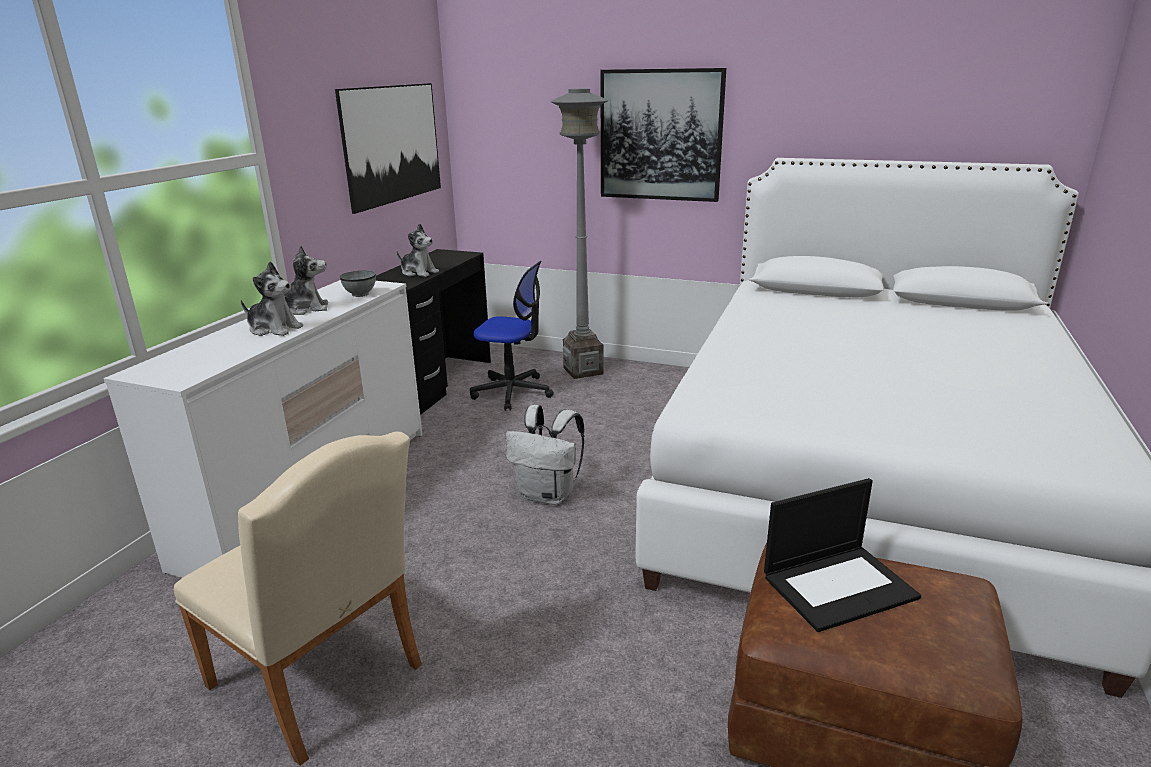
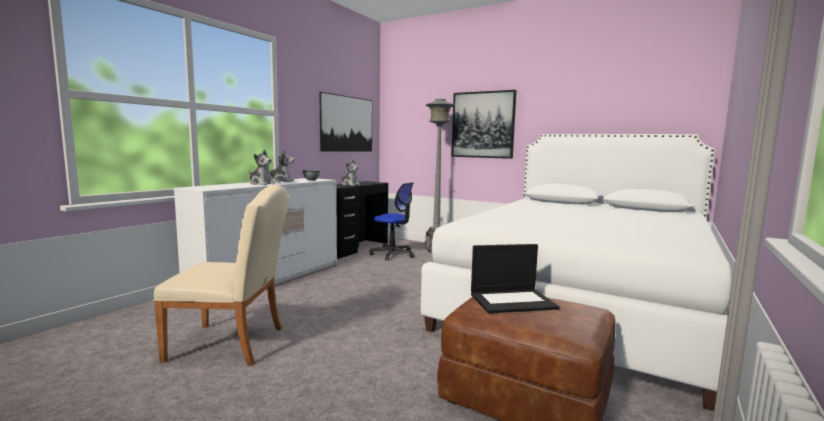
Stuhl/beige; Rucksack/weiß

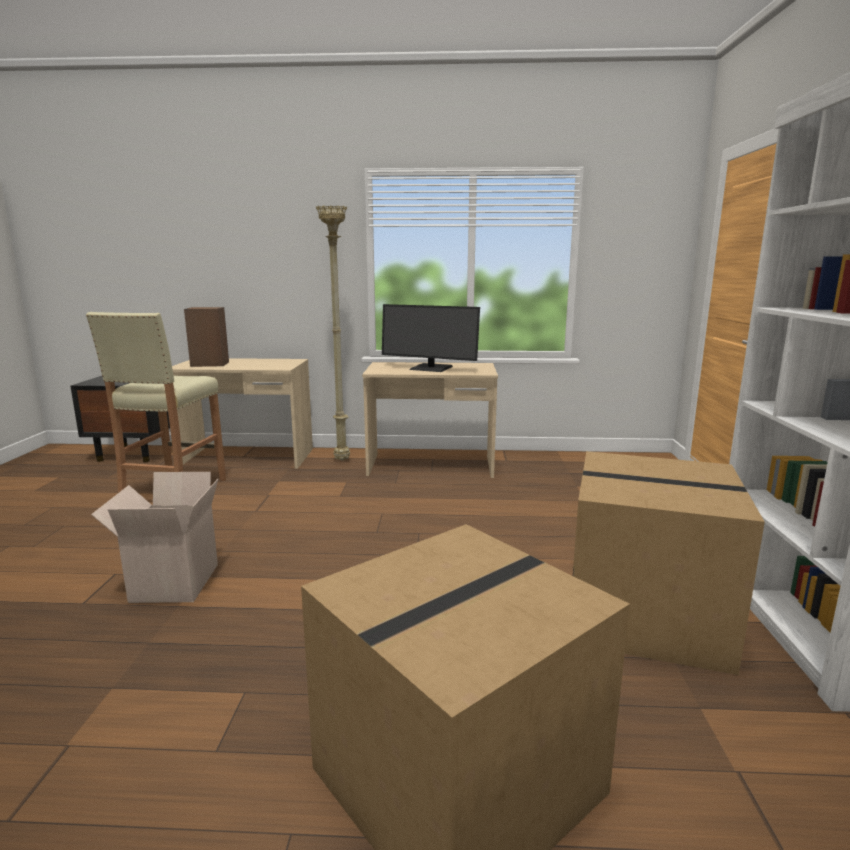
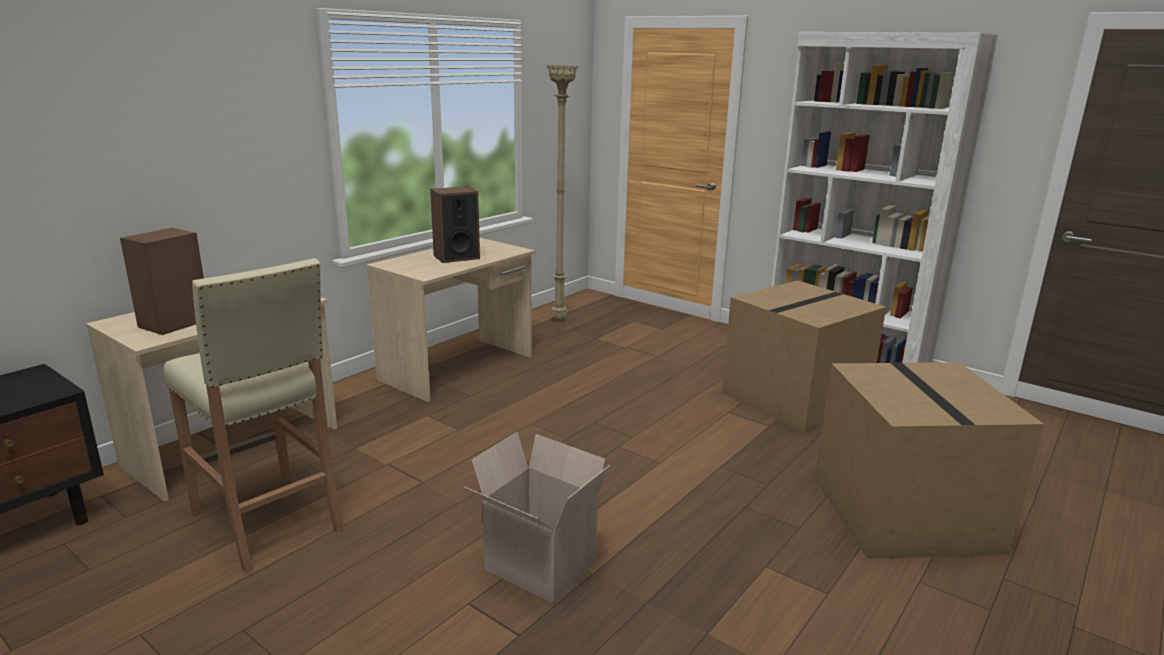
Lautsprecher (no. 2 from left); Stehlampe/beige

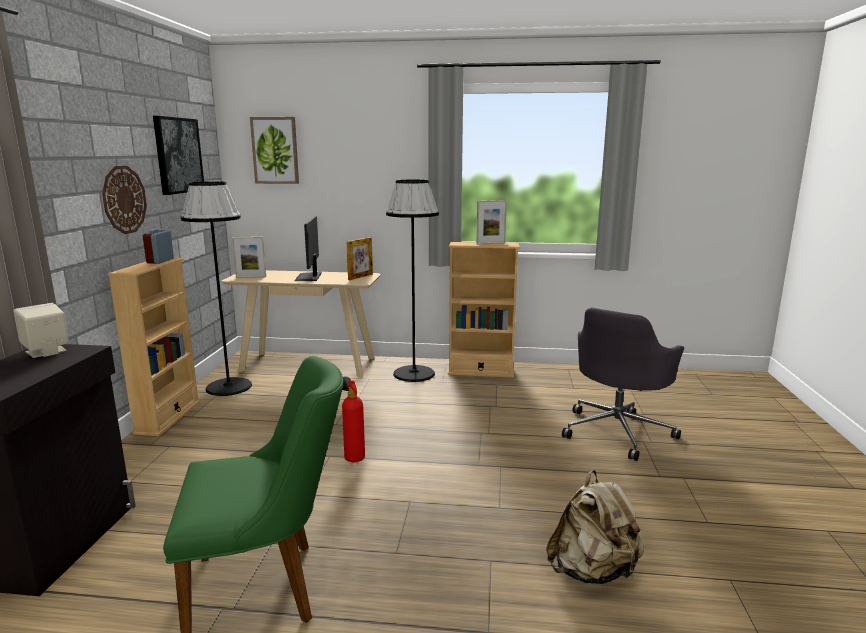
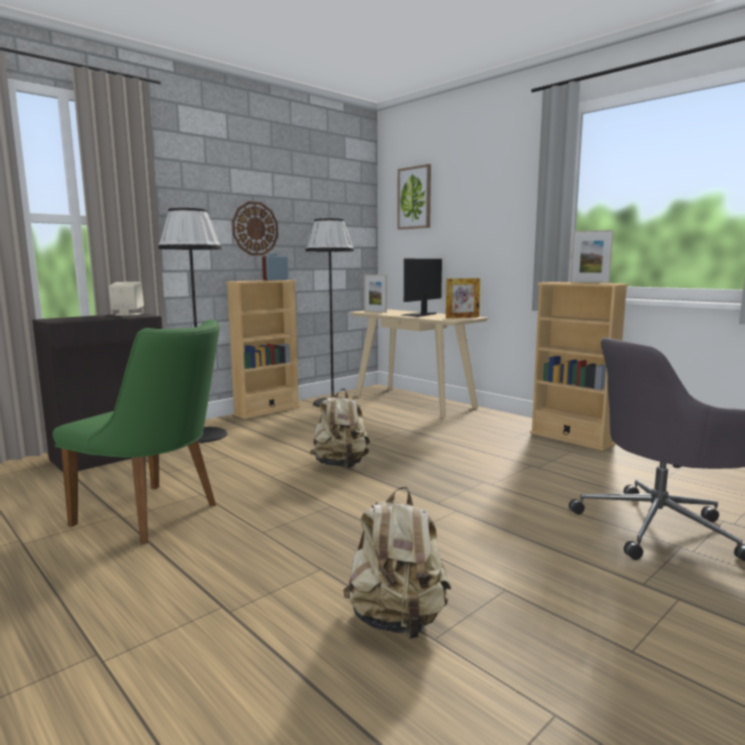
Stehlampe/schwarz (no. 1 from left); Rucksack/beige (no. 1 from left); Bild (no. 1 from left in the first image)

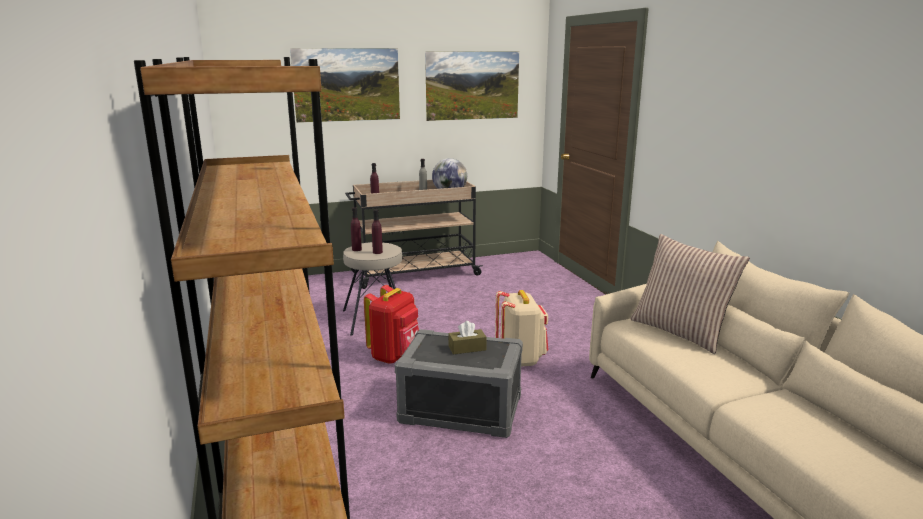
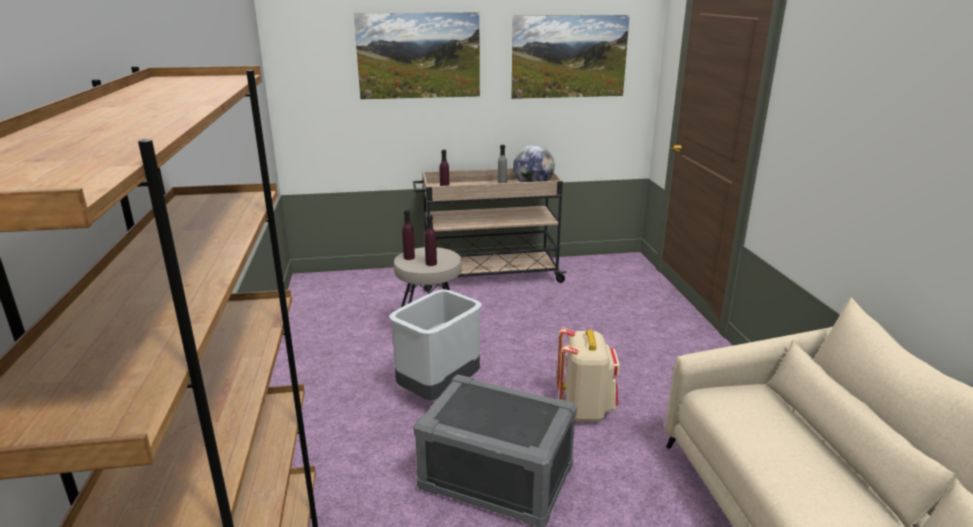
Mülleimer/grau; Taschentuchbox/braun; Kissen

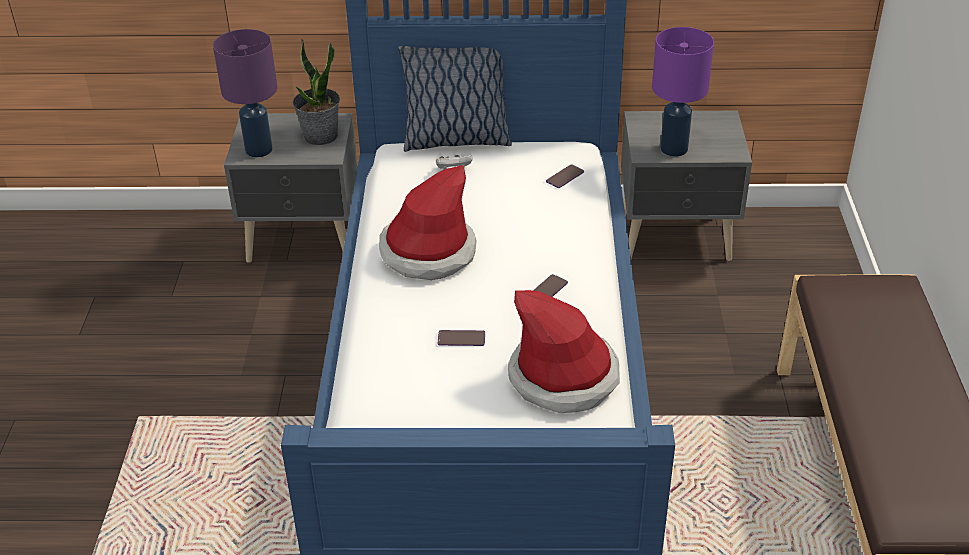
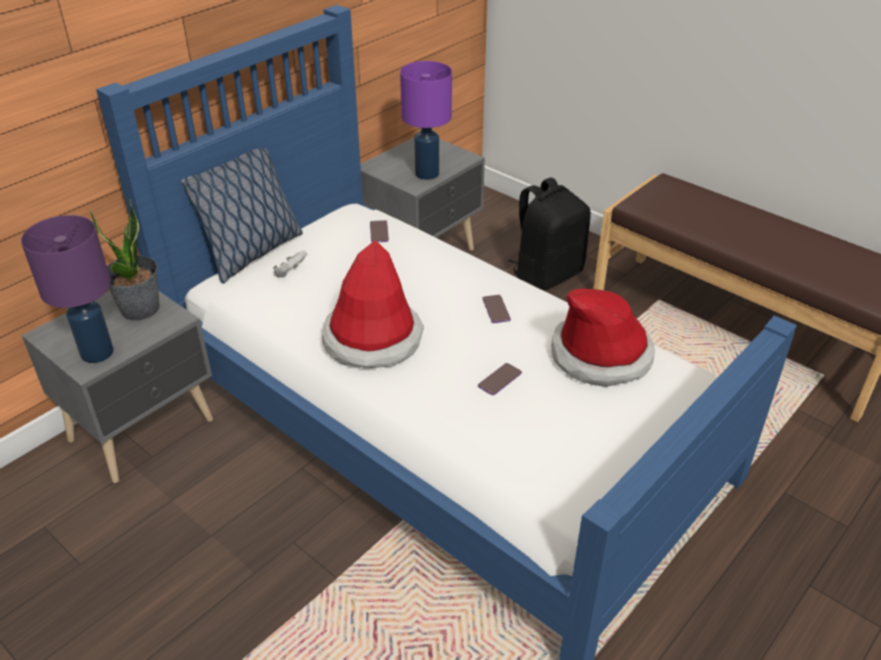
Rucksack/schwarz

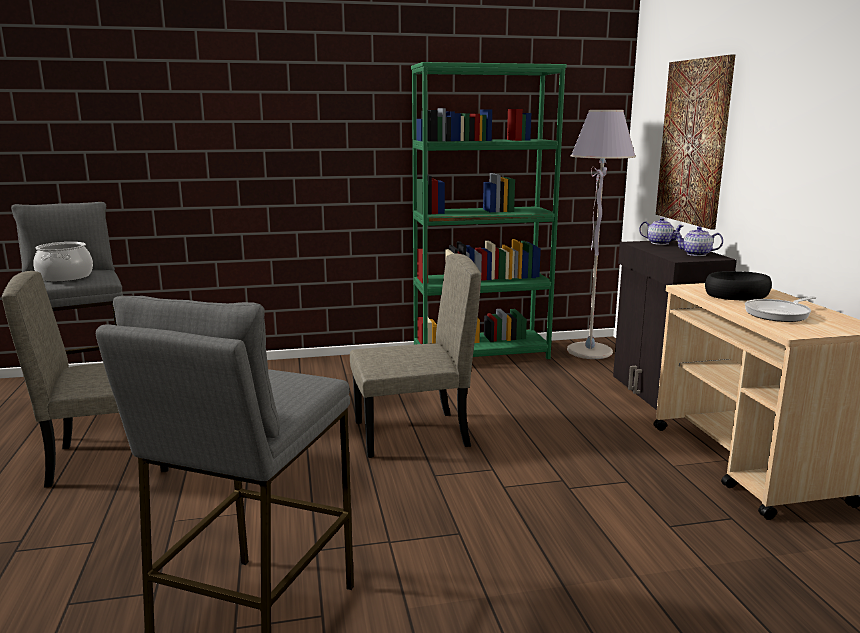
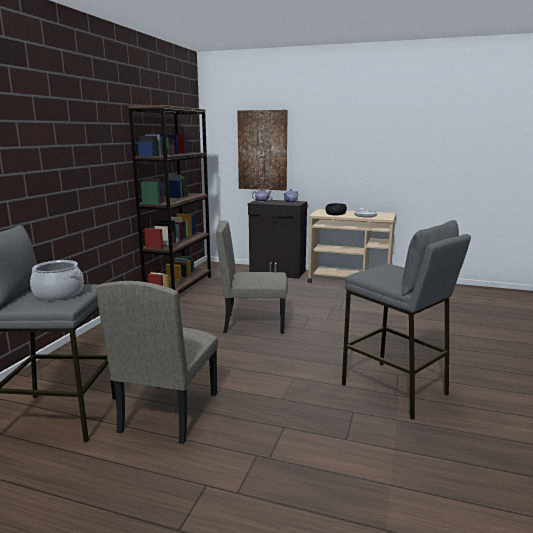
Bücherregal/braun; Stuhl/beige (no. 2 from left); Stehlampe/grau

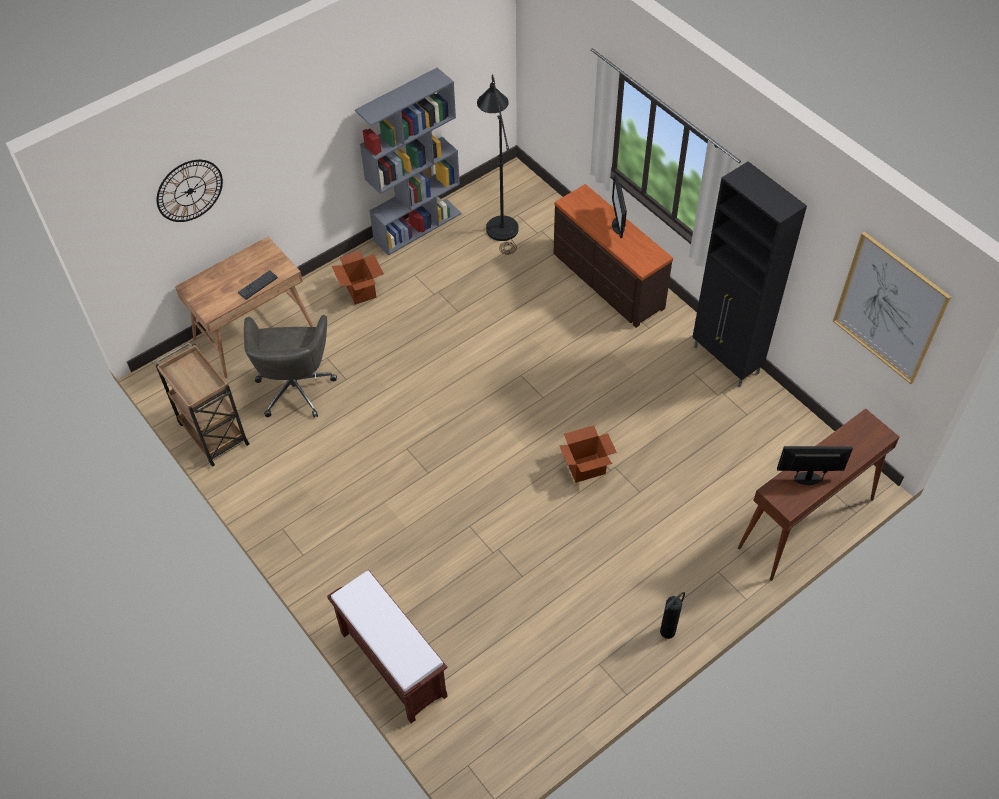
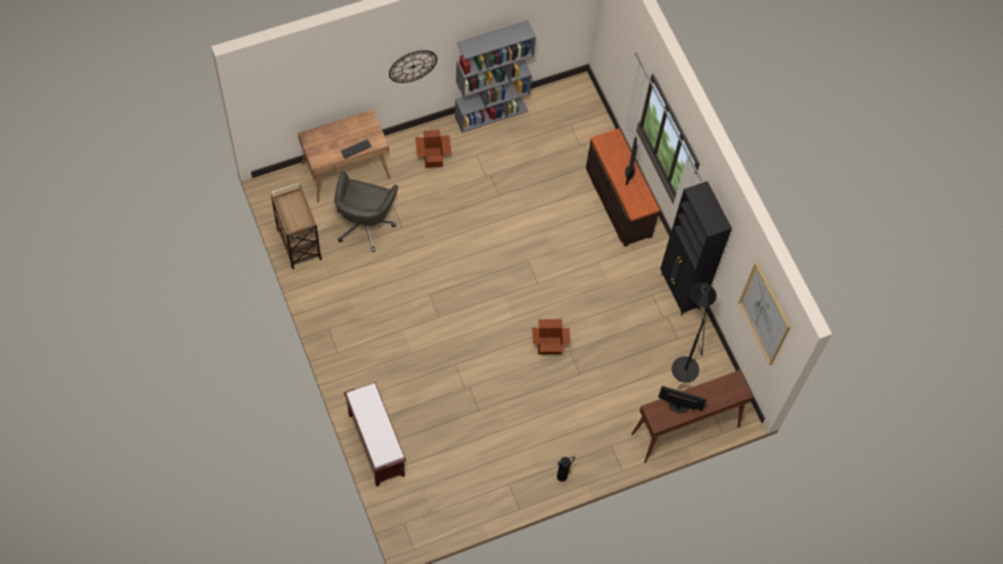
Wanduhr; Stehlampe/schwarz

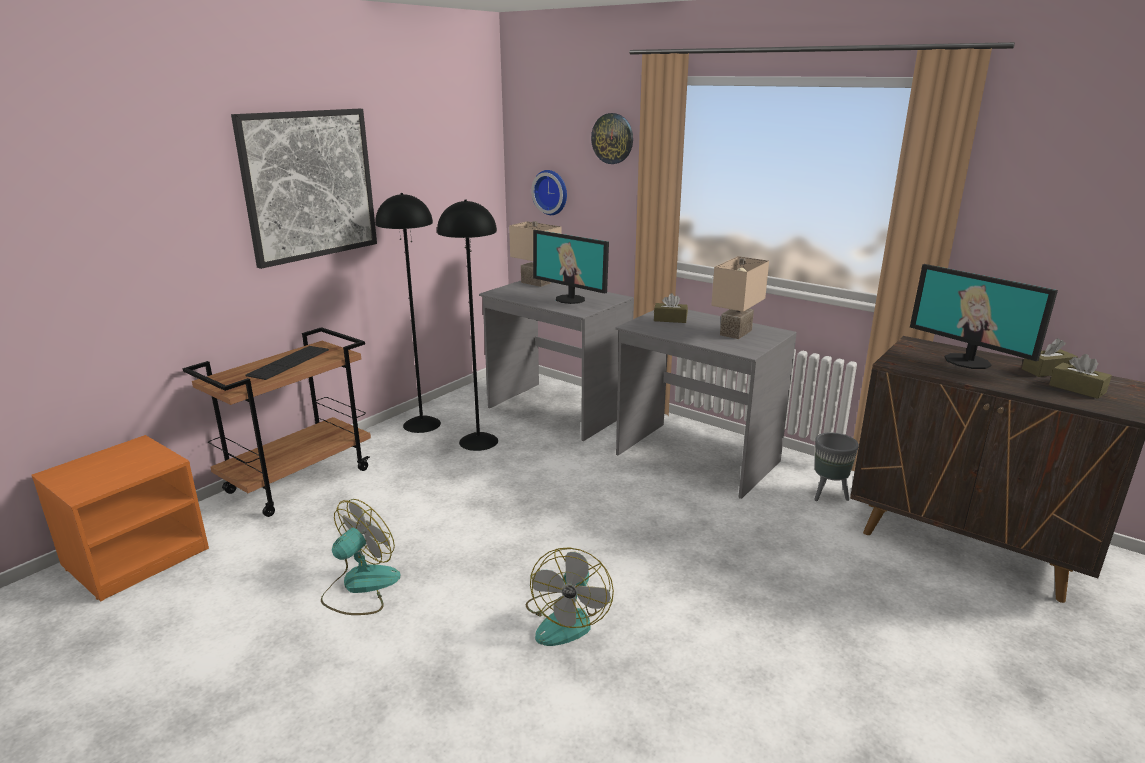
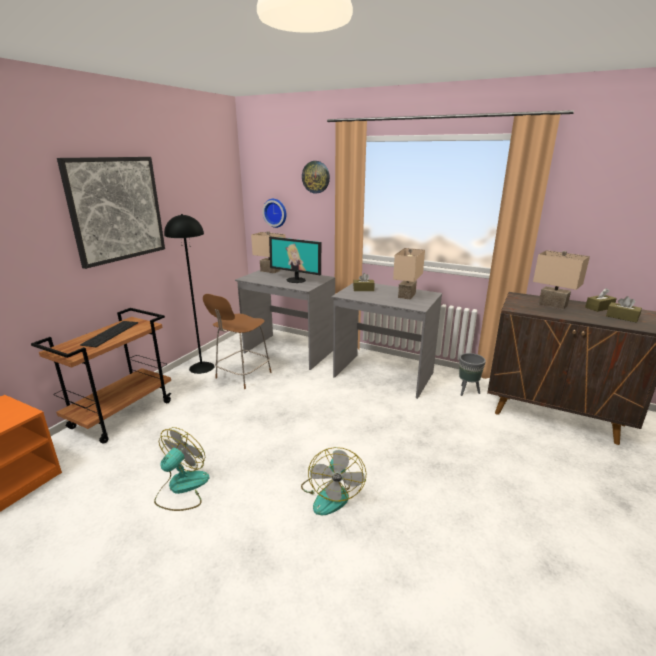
Stuhl/braun; Tischlampe/beige (no. 3 from left)

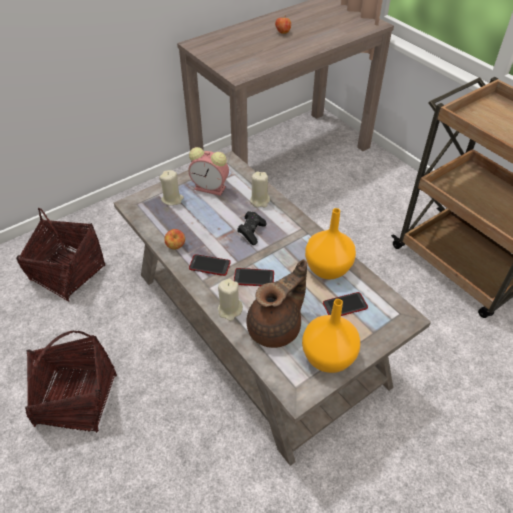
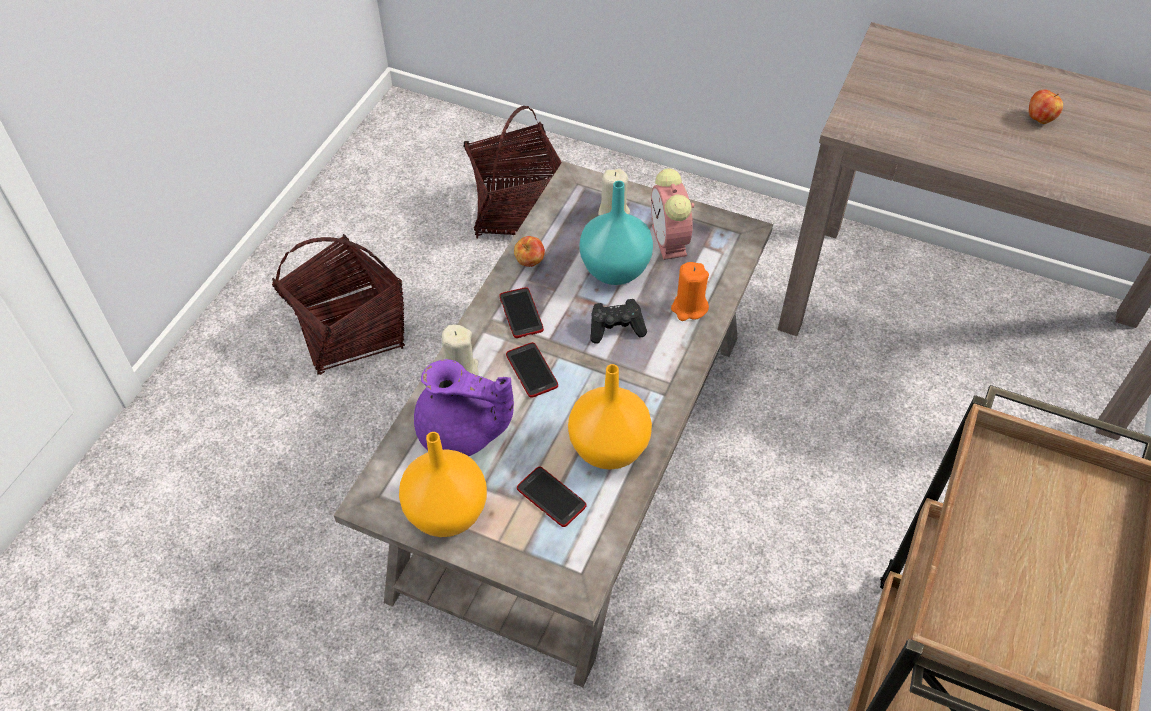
Teekanne/lila; Vase/türkis; Kerze/orange

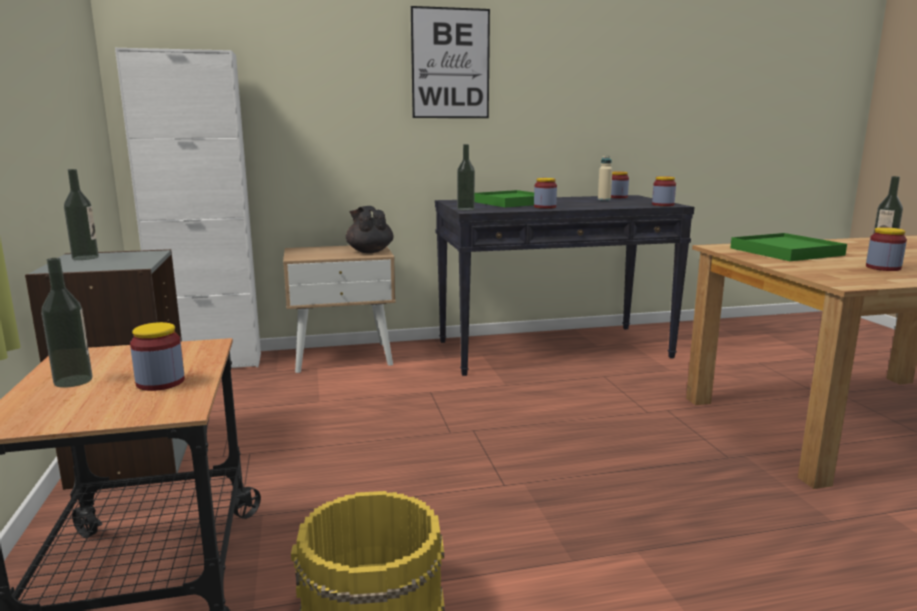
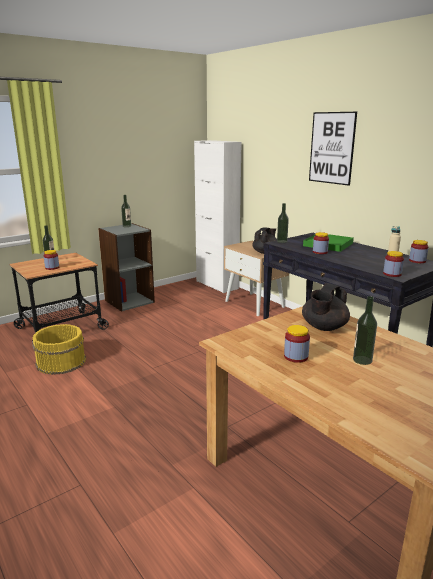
Teekanne/schwarz (no. 2 from left)

